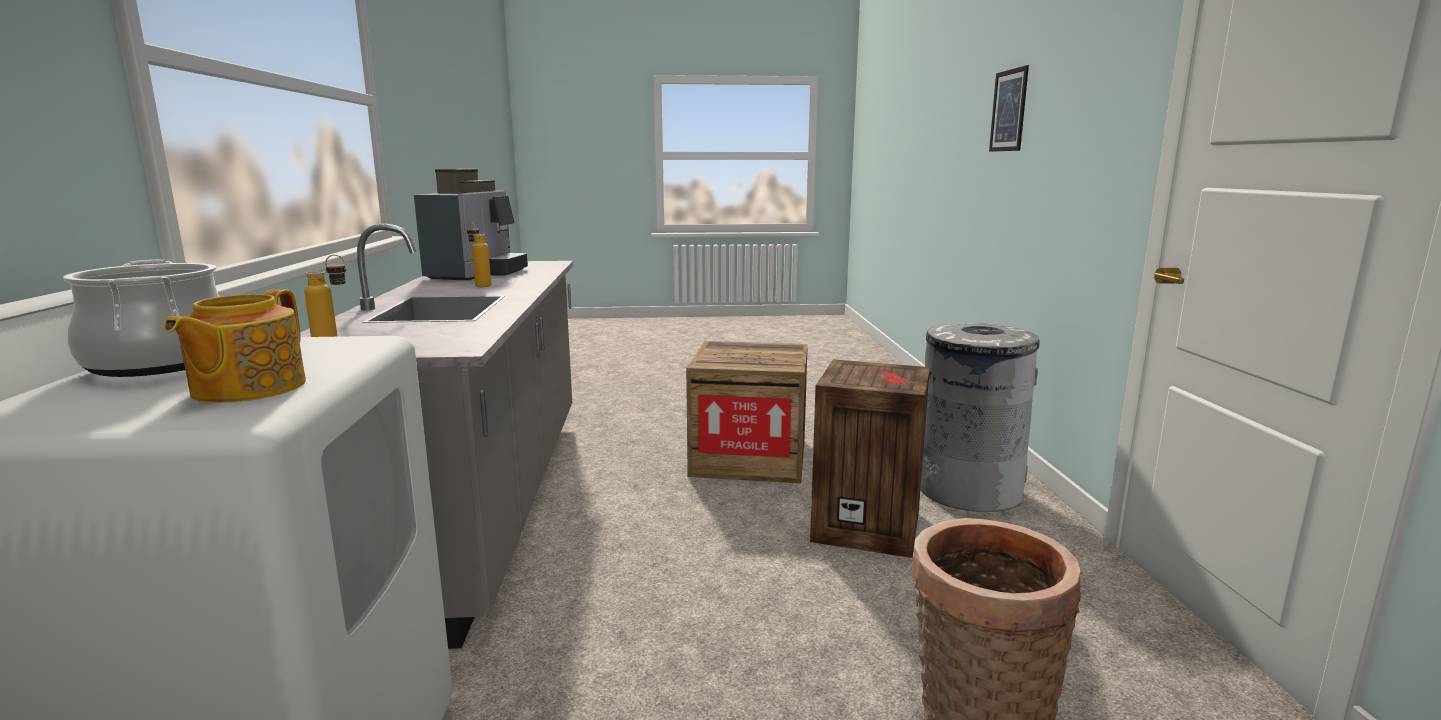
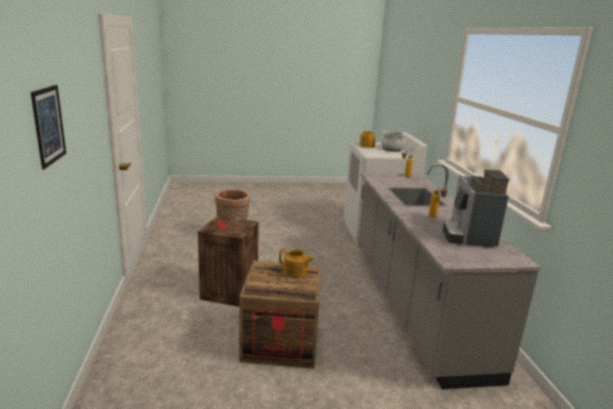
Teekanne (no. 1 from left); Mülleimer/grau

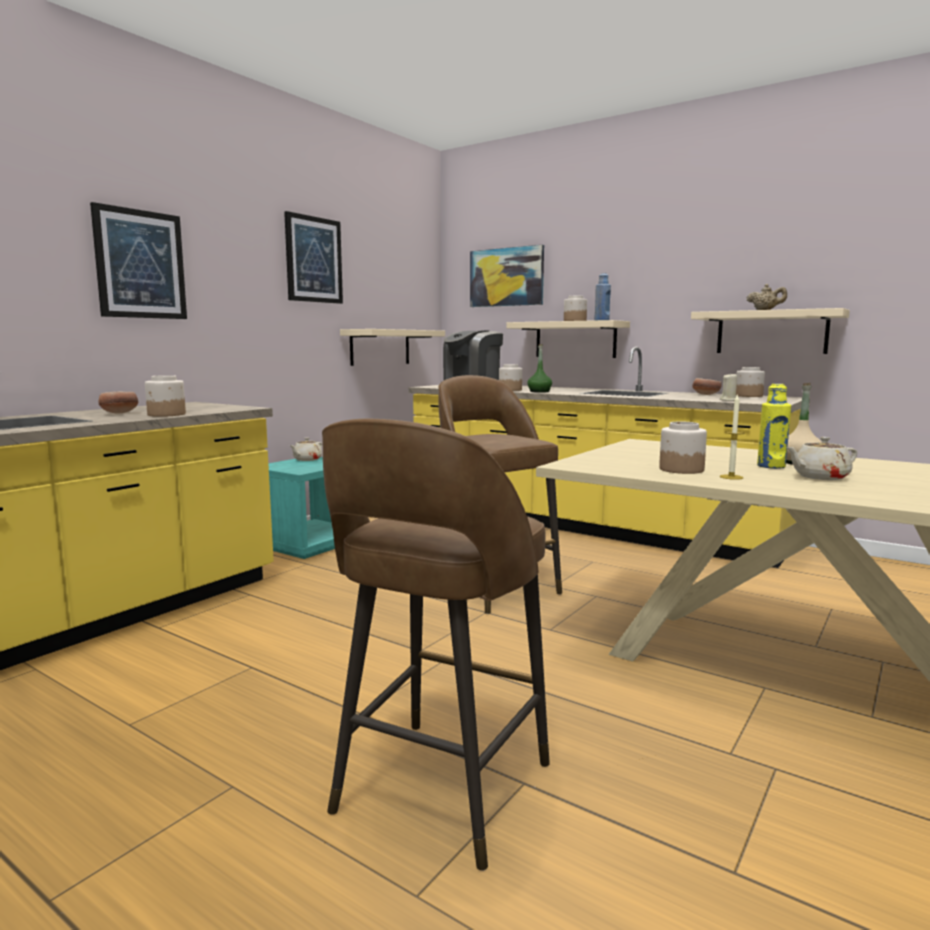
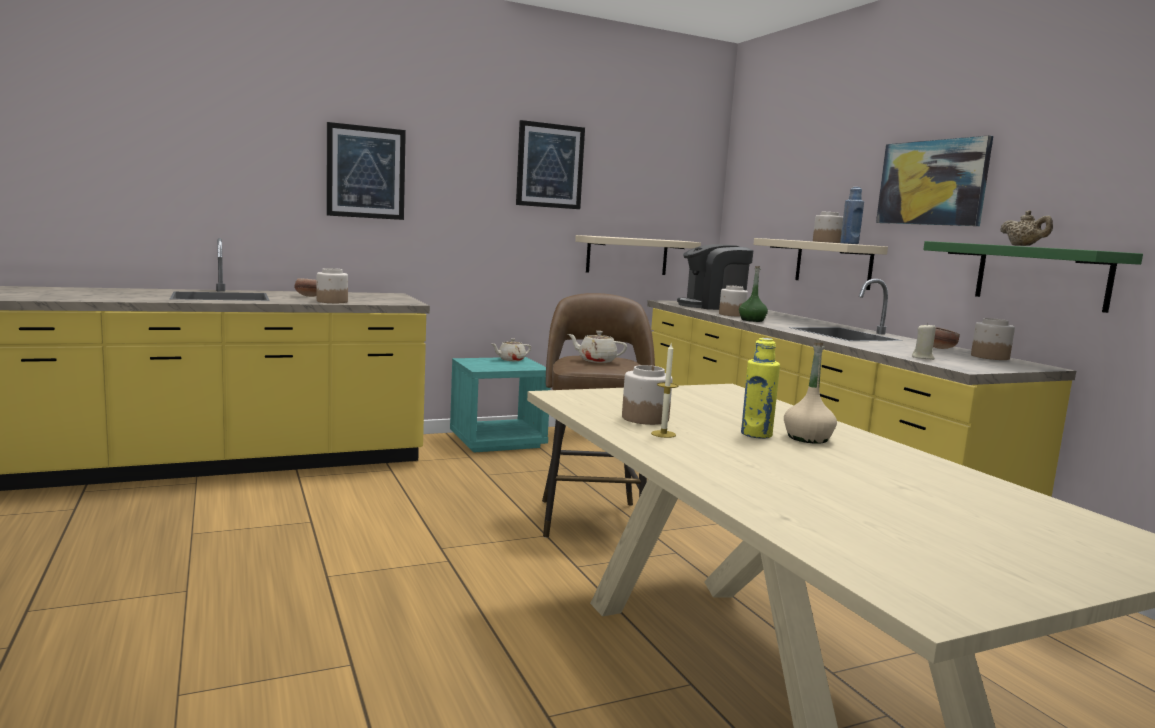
Teekanne/beige (no. 2 from left); Bild (no. 3 from left); Wandregal/grün; Hocker/braun (no. 1 from left in the first image)

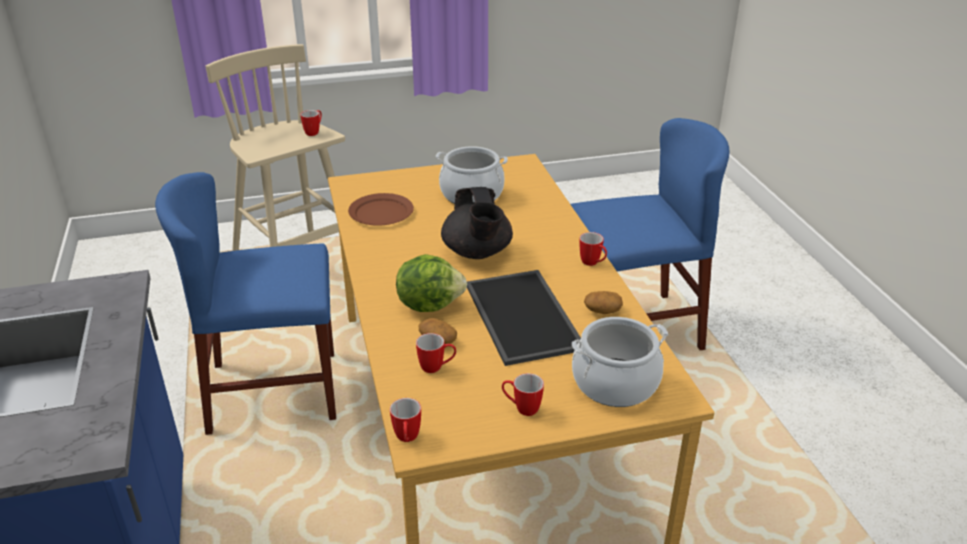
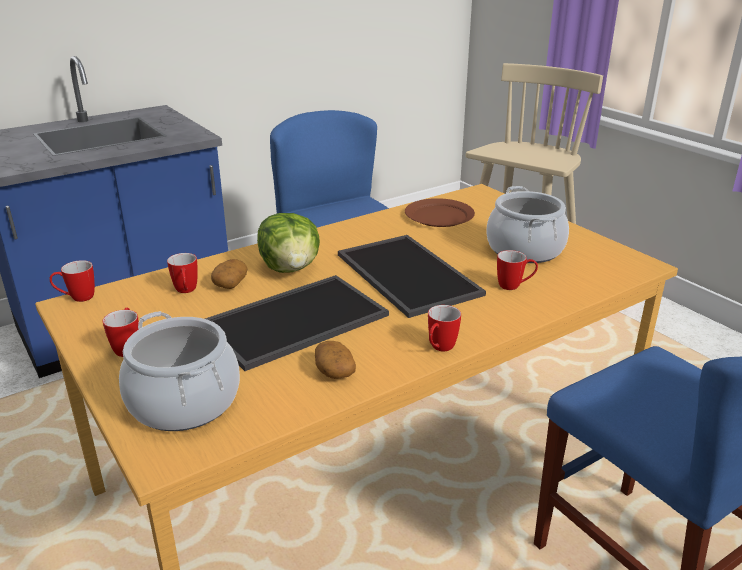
Tablett (no. 2 from left); Henkelbecher (no. 5 from left)

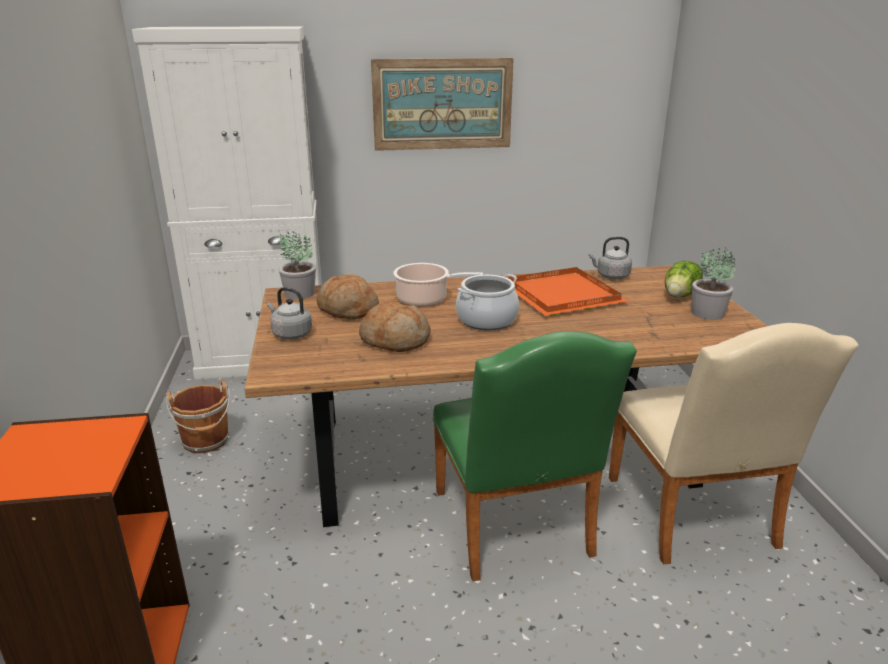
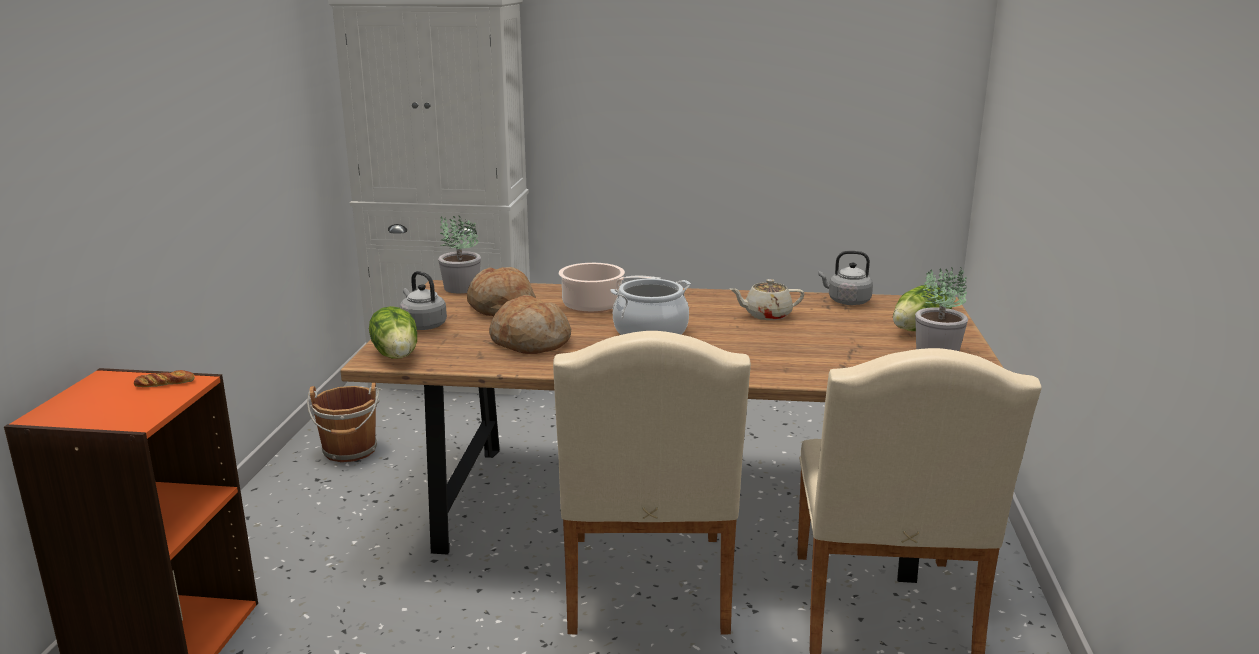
Brot (no. 1 from left); Salatkopf (no. 1 from left); Stuhl/beige (no. 1 from left); Teekanne/beige; Bild

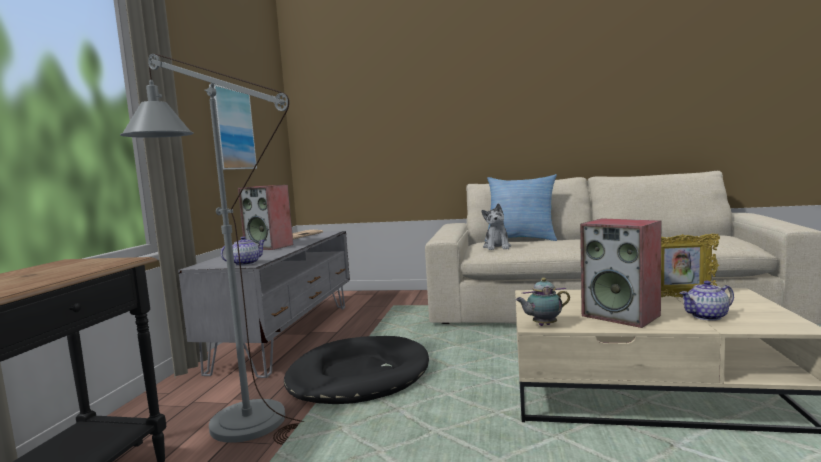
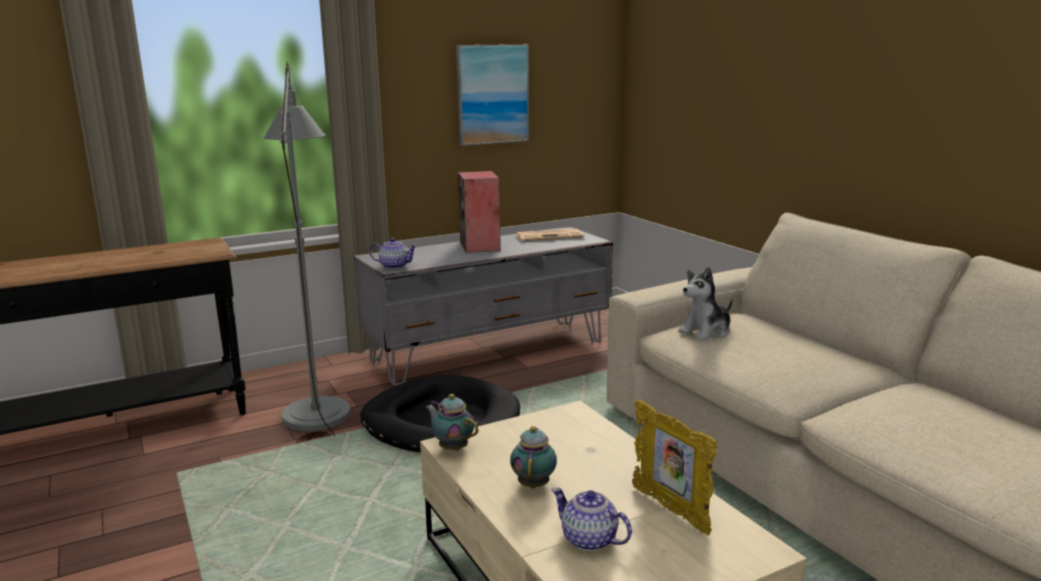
Teekanne (no. 3 from left); Kissen

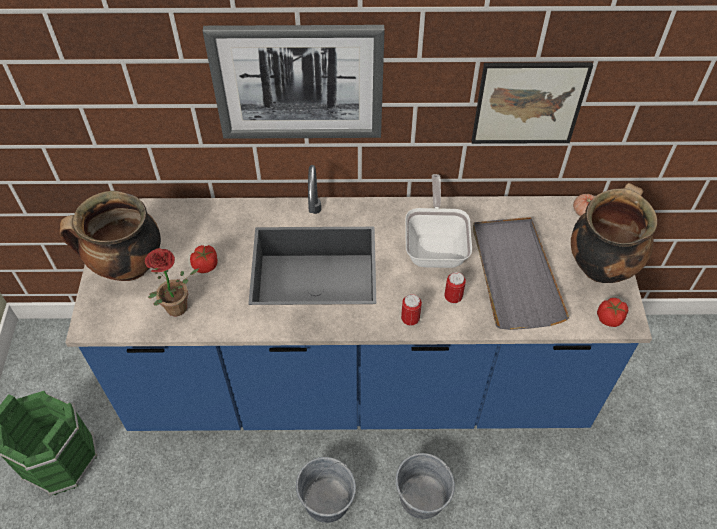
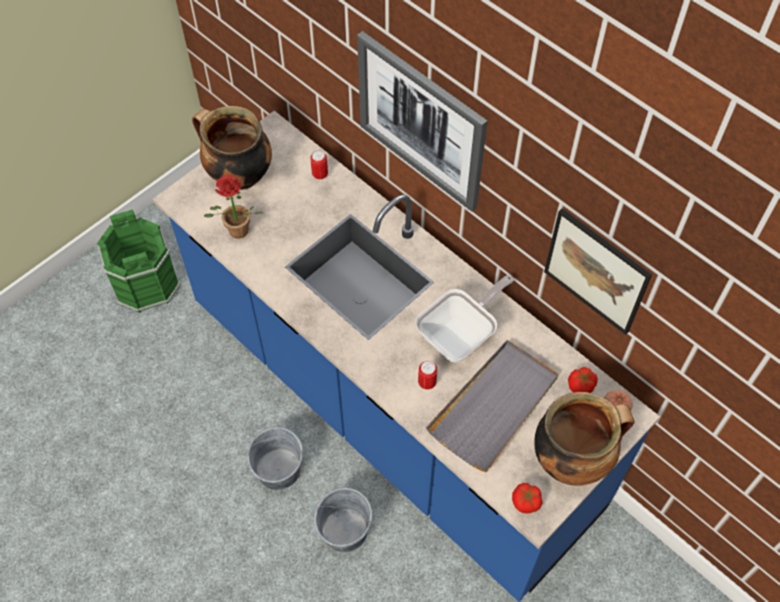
Dose (no. 1 from left); Tomate (no. 2 from left)

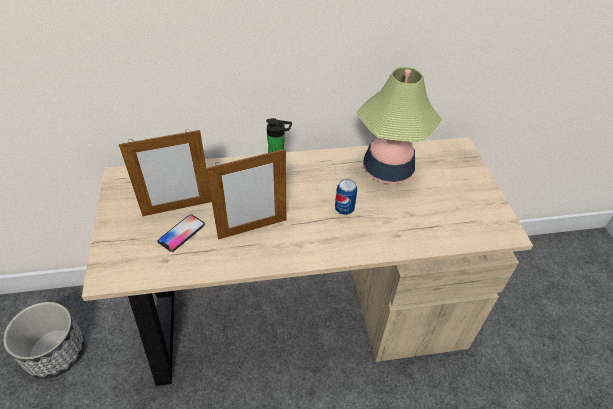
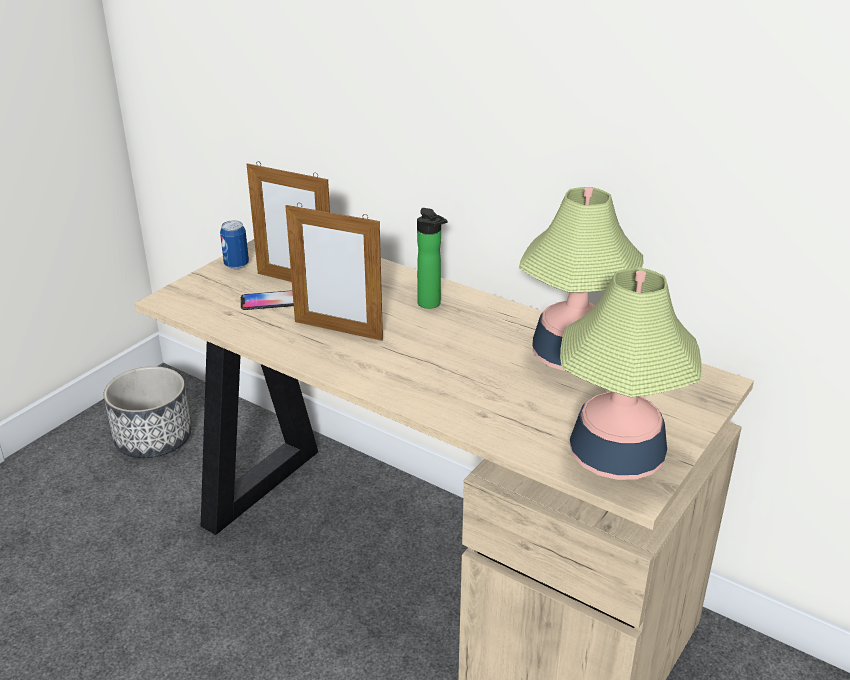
Dose; Tischlampe (no. 2 from left)

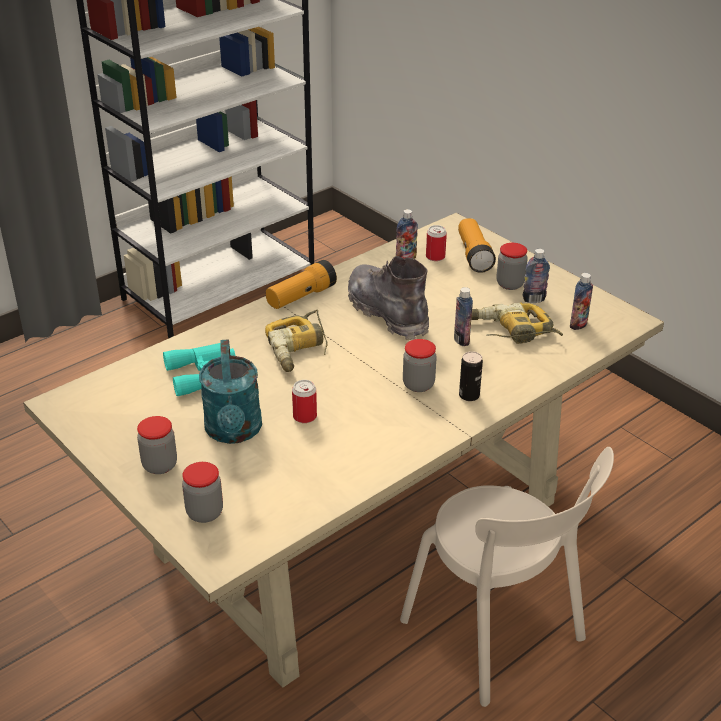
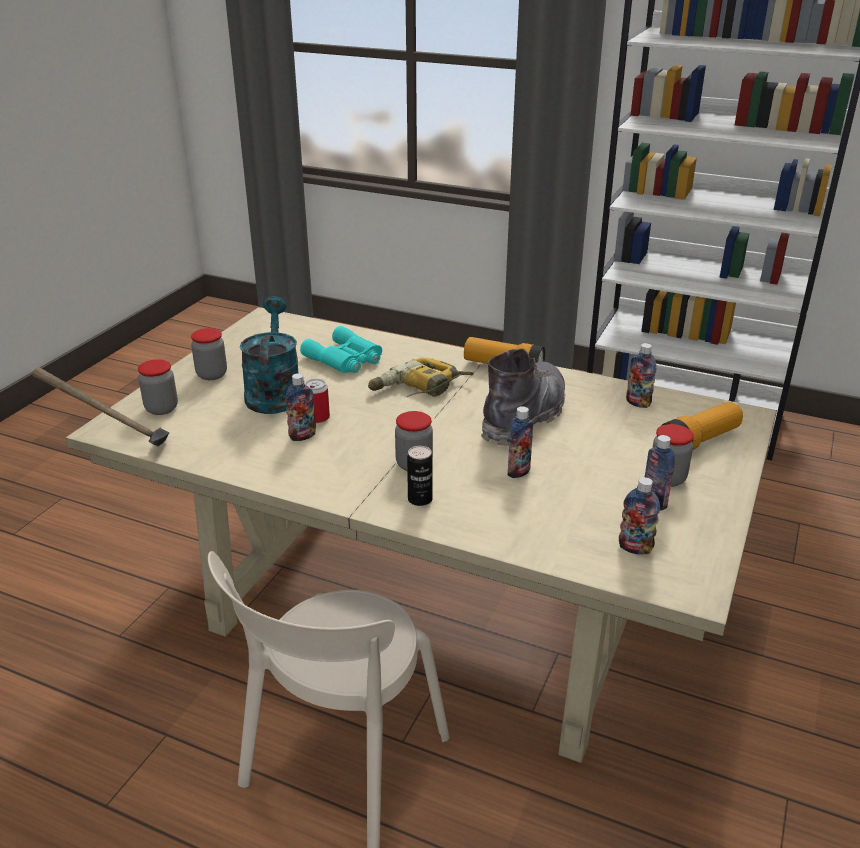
Hammer; Gießkanne/türkis; Flasche (no. 1 from left); Dose (no. 2 from left in the first image); Bohrmaschine (no. 2 from left in the first image)

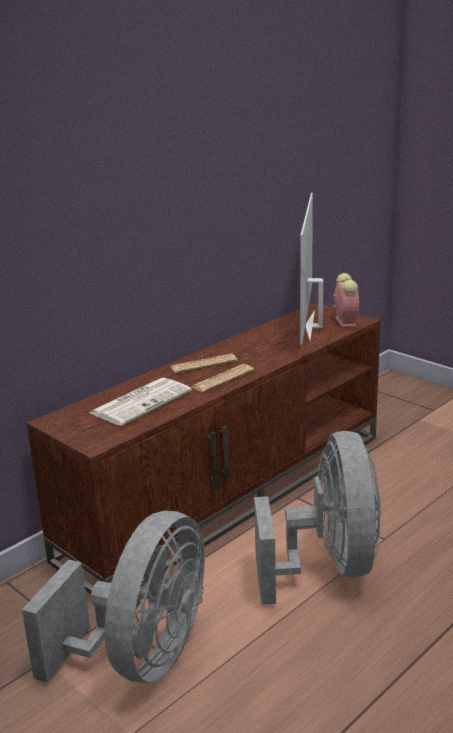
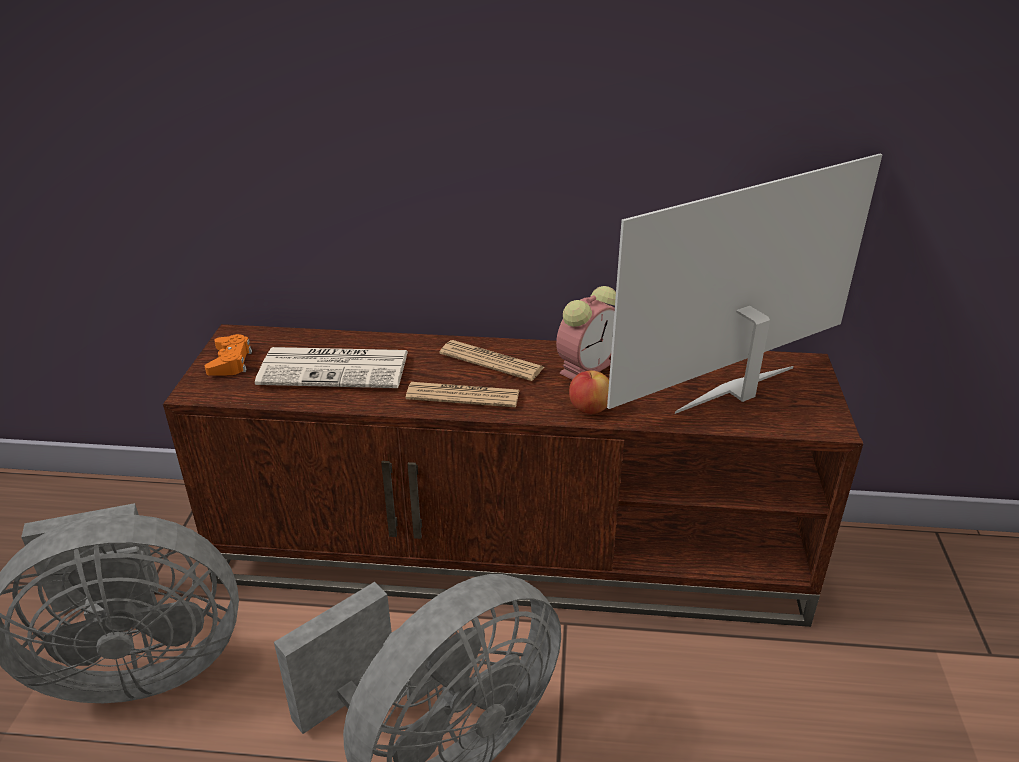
Gamepad/orange; Wecker; Apfel

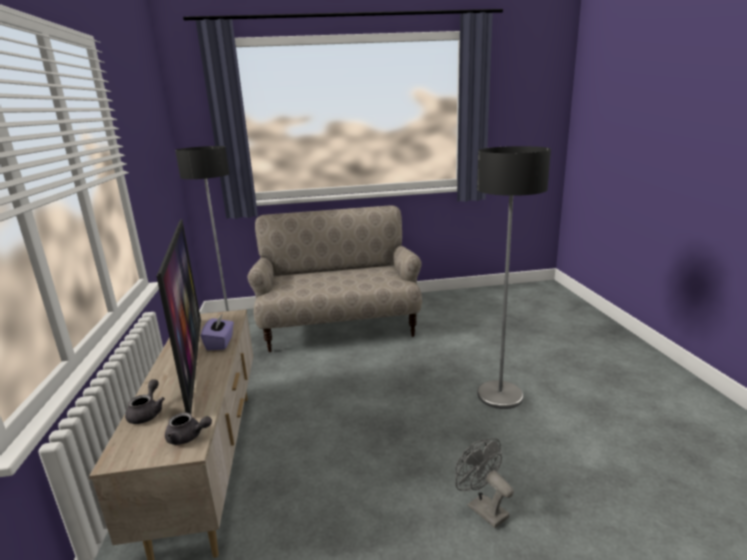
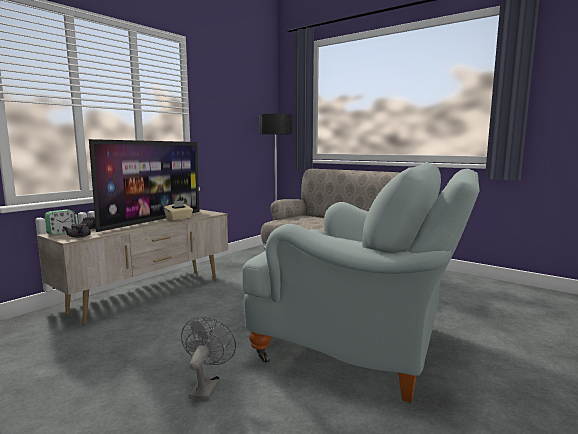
Wecker; Taschentuchbox/beige; Sessel/grau

